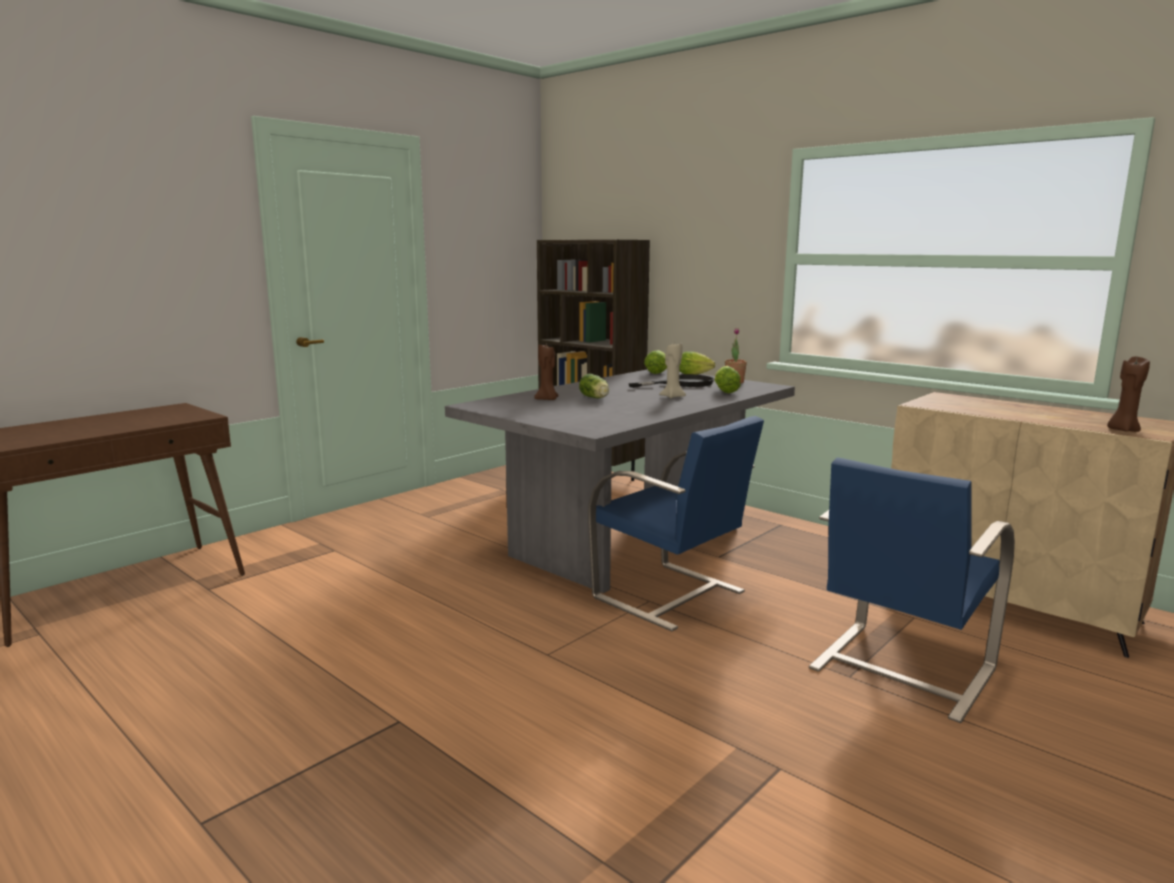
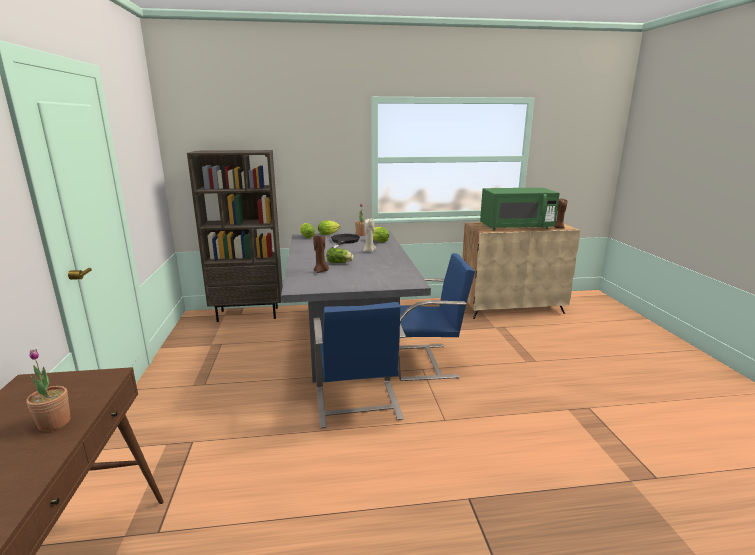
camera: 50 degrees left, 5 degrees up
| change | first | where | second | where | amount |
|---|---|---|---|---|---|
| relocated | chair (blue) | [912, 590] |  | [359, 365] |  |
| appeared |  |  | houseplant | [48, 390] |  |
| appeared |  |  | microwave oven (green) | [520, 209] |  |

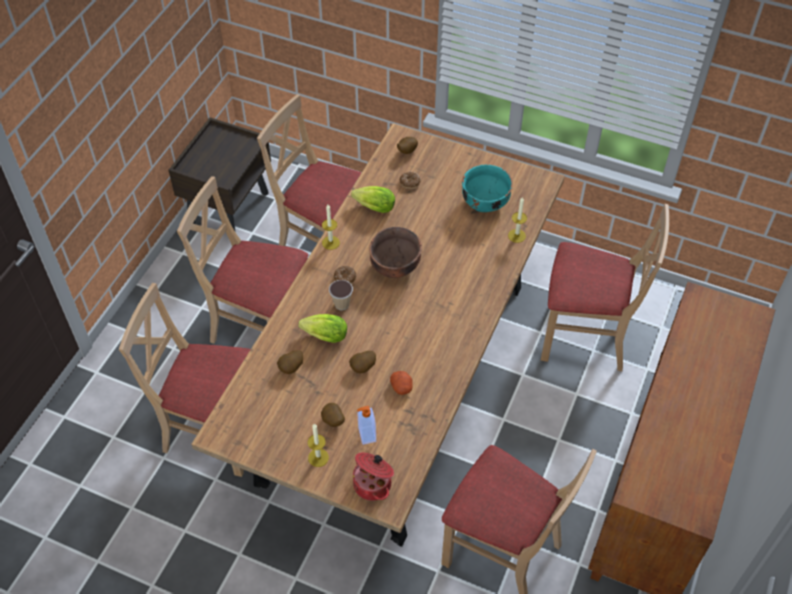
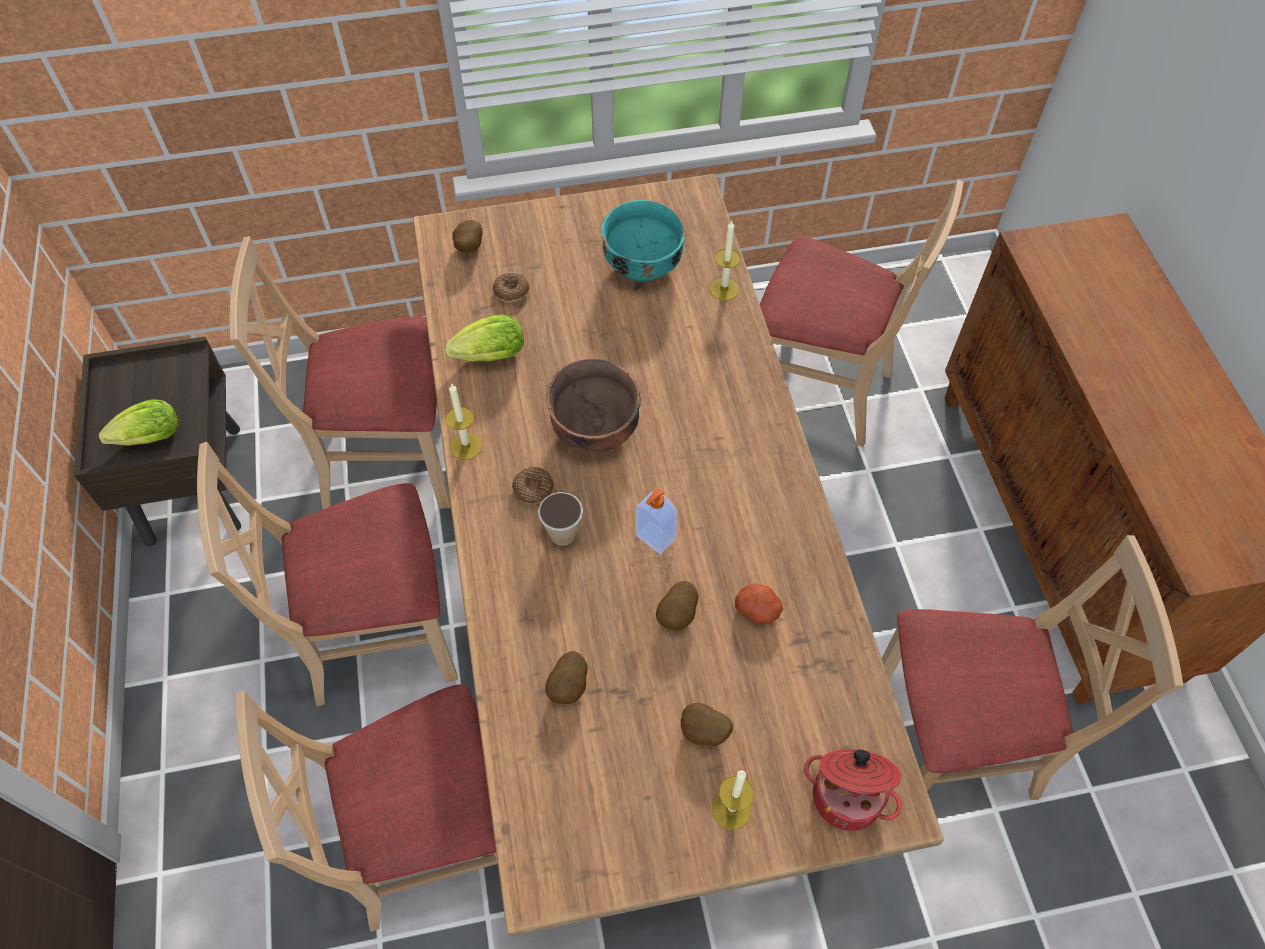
camera: 35 degrees left, 5 degrees up
| change | first | where | second | where | amount |
|---|---|---|---|---|---|
| relocated | lettuce head | [322, 328] |  | [139, 422] |  |
| relocated | soap dispenser | [366, 425] |  | [656, 520] |  |
| spun | chair (beige-coloured) | [605, 287] |  | [862, 313] | 45 degrees clockwise |

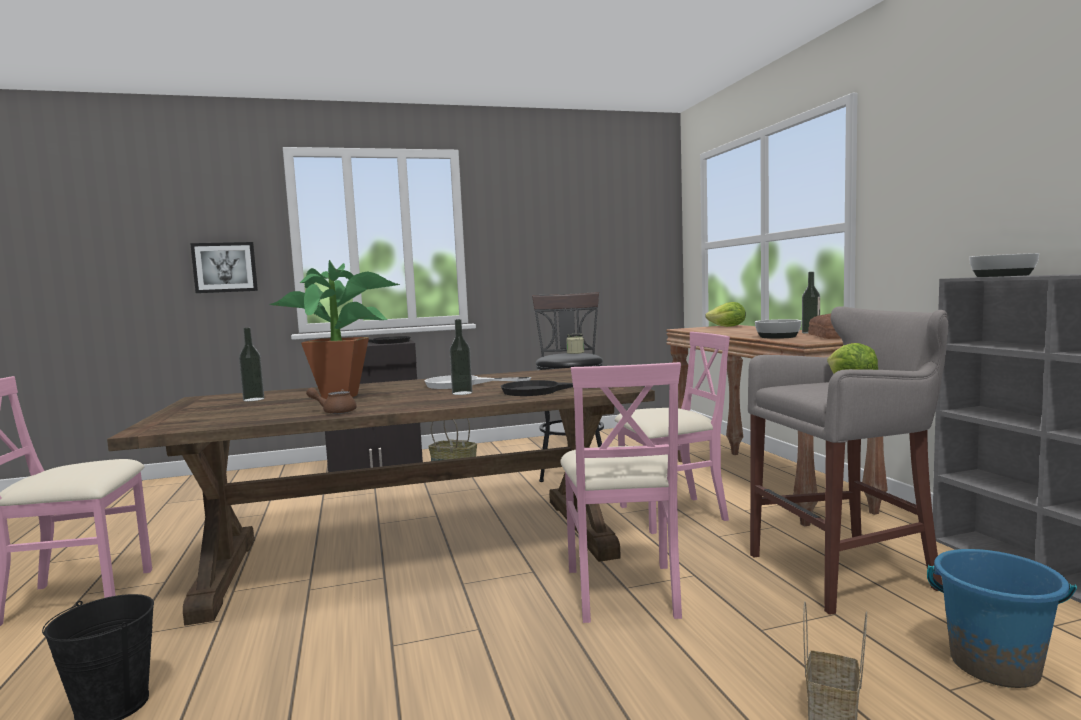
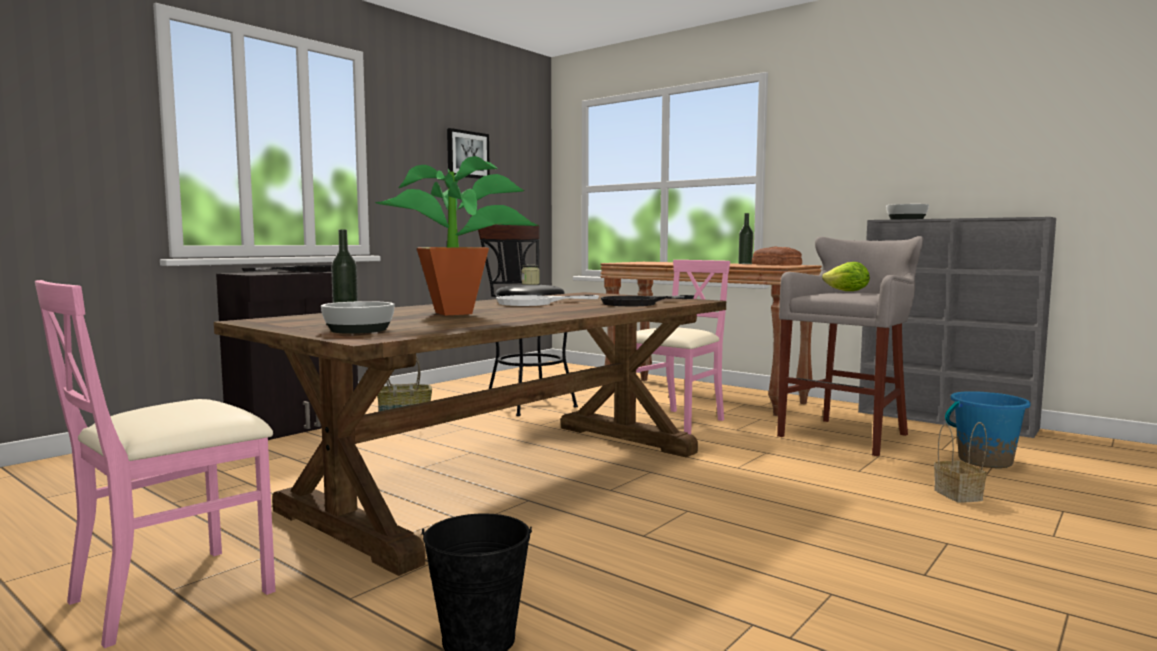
camera: 35 degrees left, 0 degrees up
| change | first | where | second | where | amount |
|---|---|---|---|---|---|
| relocated | picture | [224, 267] |  | [468, 153] |  |
| missing | pot for tea (brown) | [331, 401] |  |  |  |
| missing | bottle | [460, 357] |  |  |  |
| missing | chair (pinkish) | [621, 492] |  |  |  |
| missing | lettuce head | [725, 314] |  |  |  |
| relocated | bowl | [778, 329] |  | [358, 317] |  |

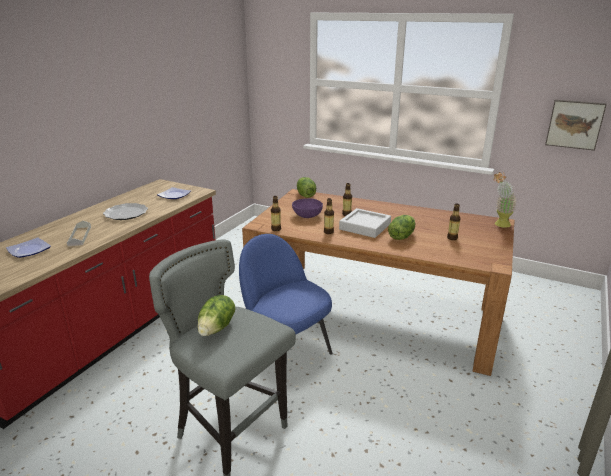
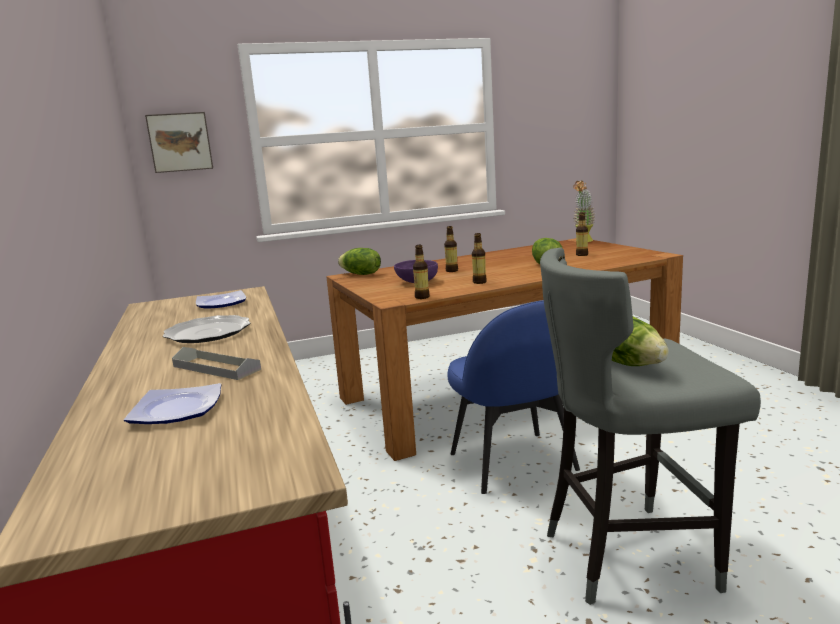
camera: 45 degrees left, 10 degrees down
| change | first | where | second | where | amount |
|---|---|---|---|---|---|
| spun | chair (blue) | [285, 302] |  | [513, 397] | 105 degrees counterclockwise |
| missing | tray (gray) | [365, 223] |  |  |  |
| relocated | picture | [576, 125] |  | [179, 142] |  |

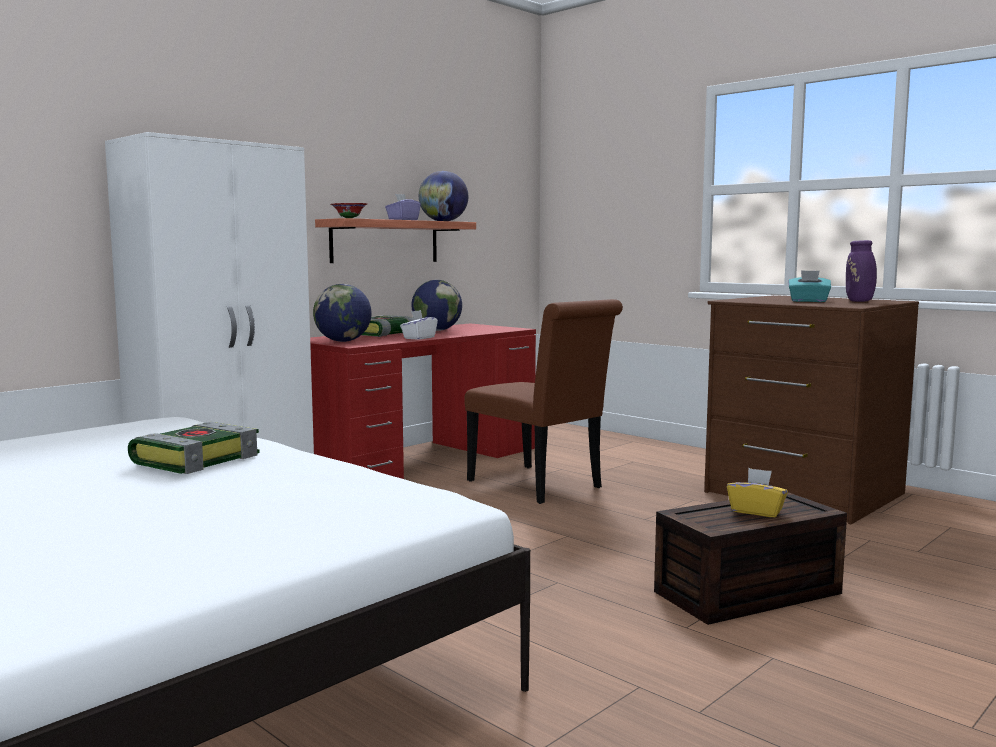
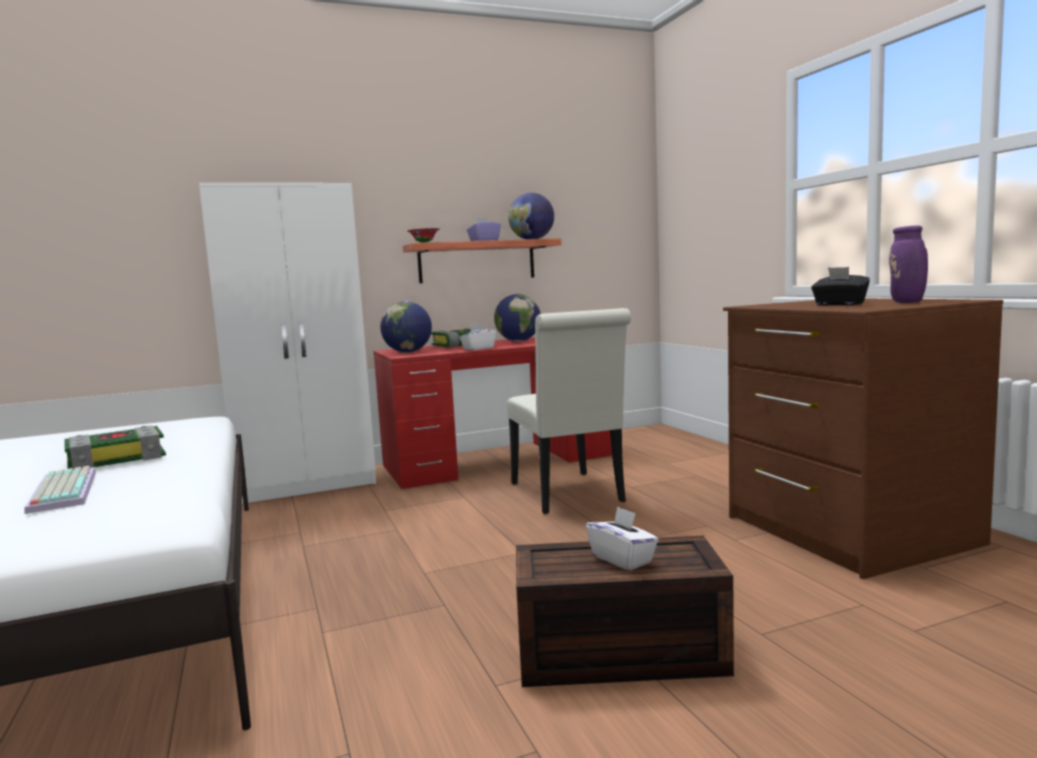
camera: 25 degrees right, 0 degrees up
| change | first | where | second | where | amount |
|---|---|---|---|---|---|
| colour | chair (brown) | [543, 401] | chair (white-coloured) | [569, 411] |  |
| colour | tissue box (yellowish) | [757, 493] | tissue box (white-coloured) | [622, 538] |  |
| colour | tissue box (turquoise) | [809, 286] | tissue box (black) | [840, 286] |  |
| appeared |  |  | computer keyboard | [60, 490] |  |

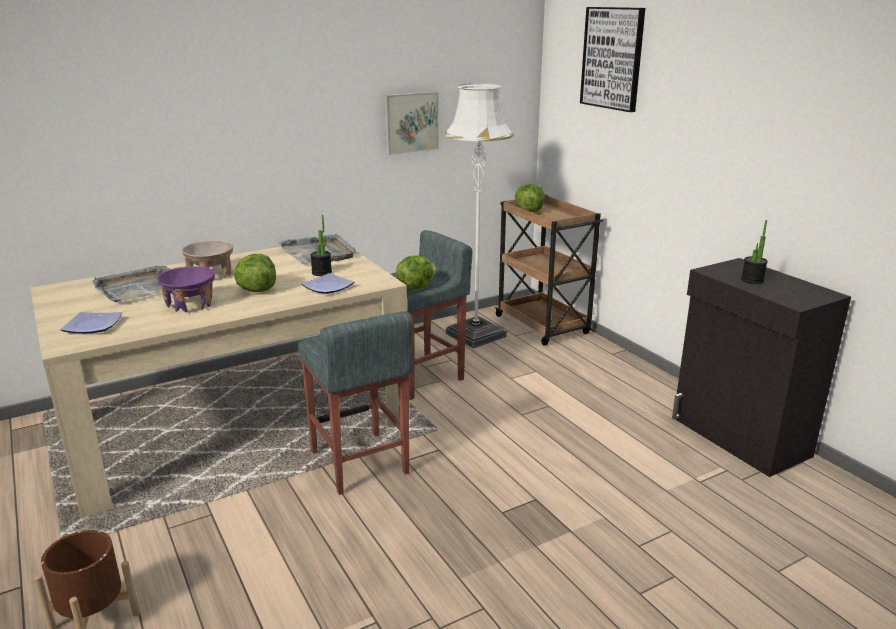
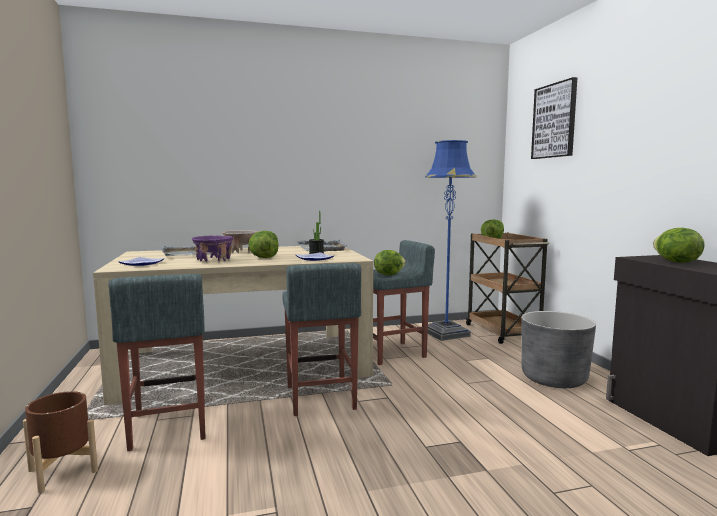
camera: 15 degrees right, 15 degrees down
| change | first | where | second | where | amount |
|---|---|---|---|---|---|
| missing | picture | [411, 123] |  |  |  |
| colour | standing lamp (white-coloured) | [479, 216] | standing lamp (blue) | [450, 240] |  |
| exchanged | houseplant | [754, 252] | lettuce head | [678, 245] |  |
| appeared |  |  | stool seat (gray) | [156, 362] |  |
| appeared |  |  | planter (gray) | [558, 349] |  |

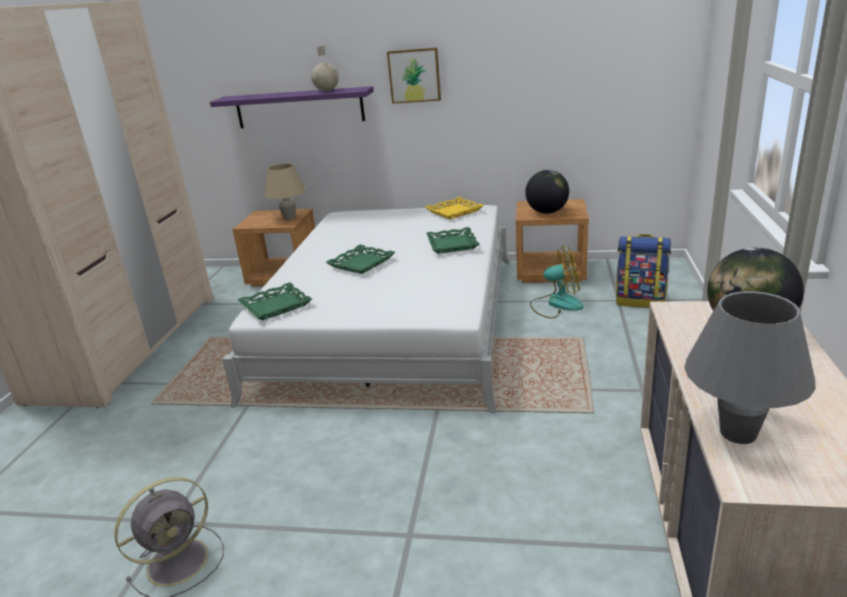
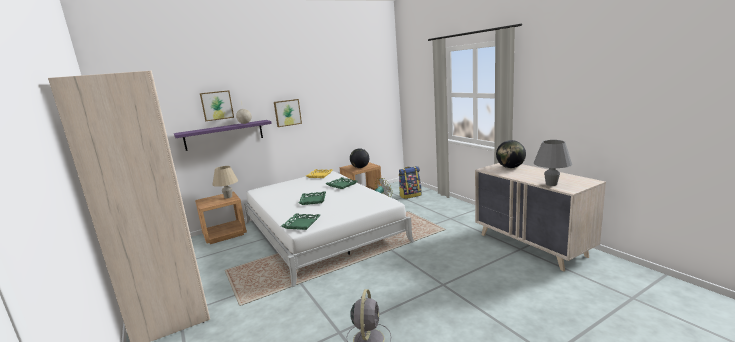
camera: 40 degrees left, 10 degrees down
| change | first | where | second | where | amount |
|---|---|---|---|---|---|
| appeared |  |  | picture | [217, 105] |  |

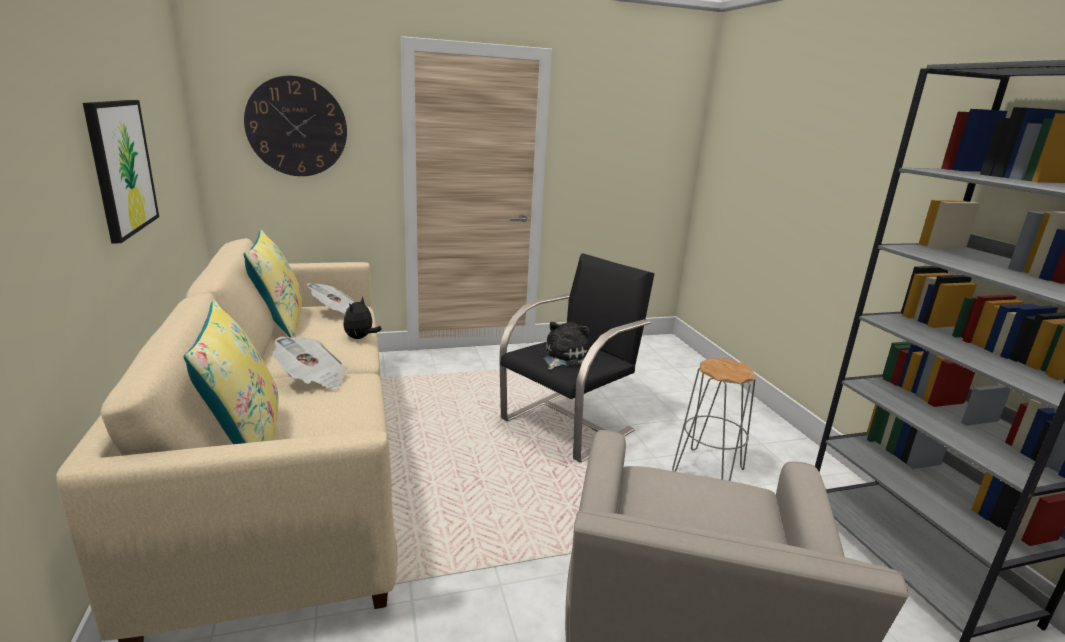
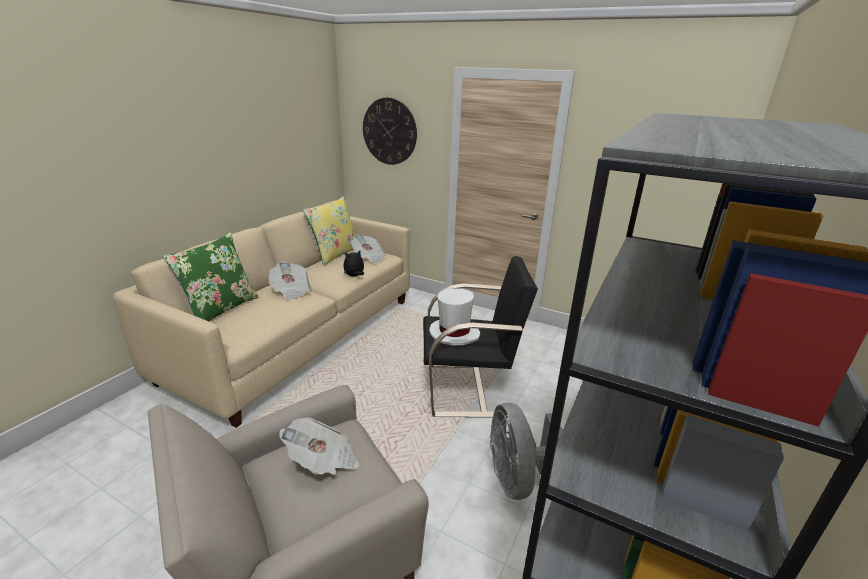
camera: 45 degrees right, 5 degrees up
| change | first | where | second | where | amount |
|---|---|---|---|---|---|
| missing | picture | [121, 171] |  |  |  |
| colour | pillow (yellowish) | [231, 372] | pillow (green) | [210, 277] |  |
| exchanged | plush toy | [565, 346] | clothing hat (white-coloured) | [454, 316] |  |
| exchanged | stool seat (gray) | [713, 419] | fan (gray) | [526, 451] |  |
| appeared |  |  | daily paper | [319, 446] |  |

